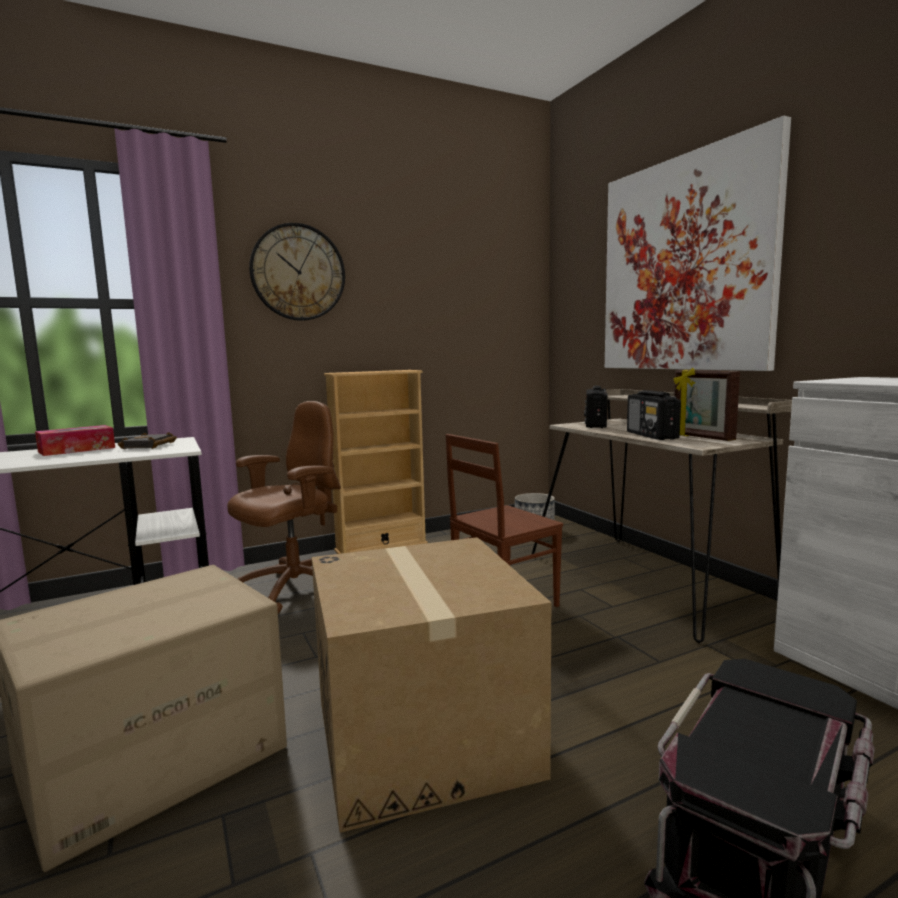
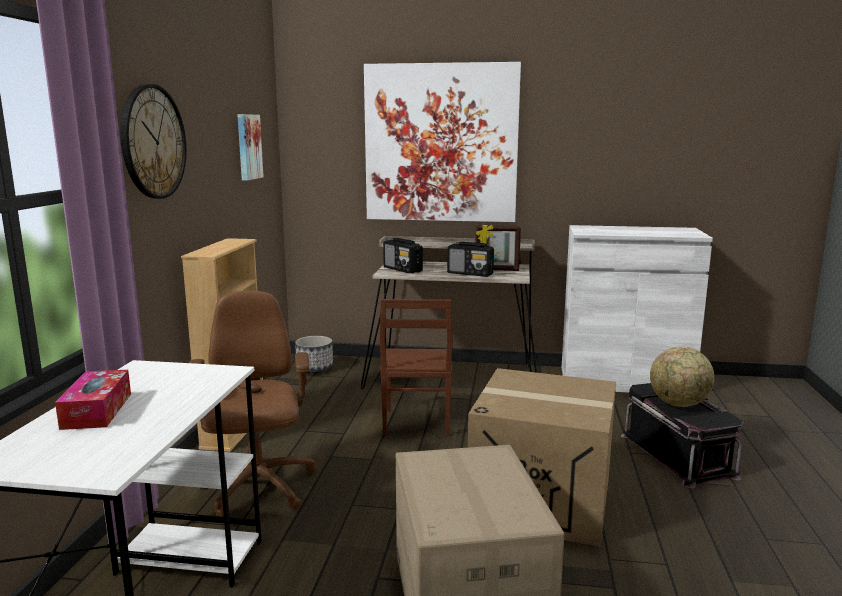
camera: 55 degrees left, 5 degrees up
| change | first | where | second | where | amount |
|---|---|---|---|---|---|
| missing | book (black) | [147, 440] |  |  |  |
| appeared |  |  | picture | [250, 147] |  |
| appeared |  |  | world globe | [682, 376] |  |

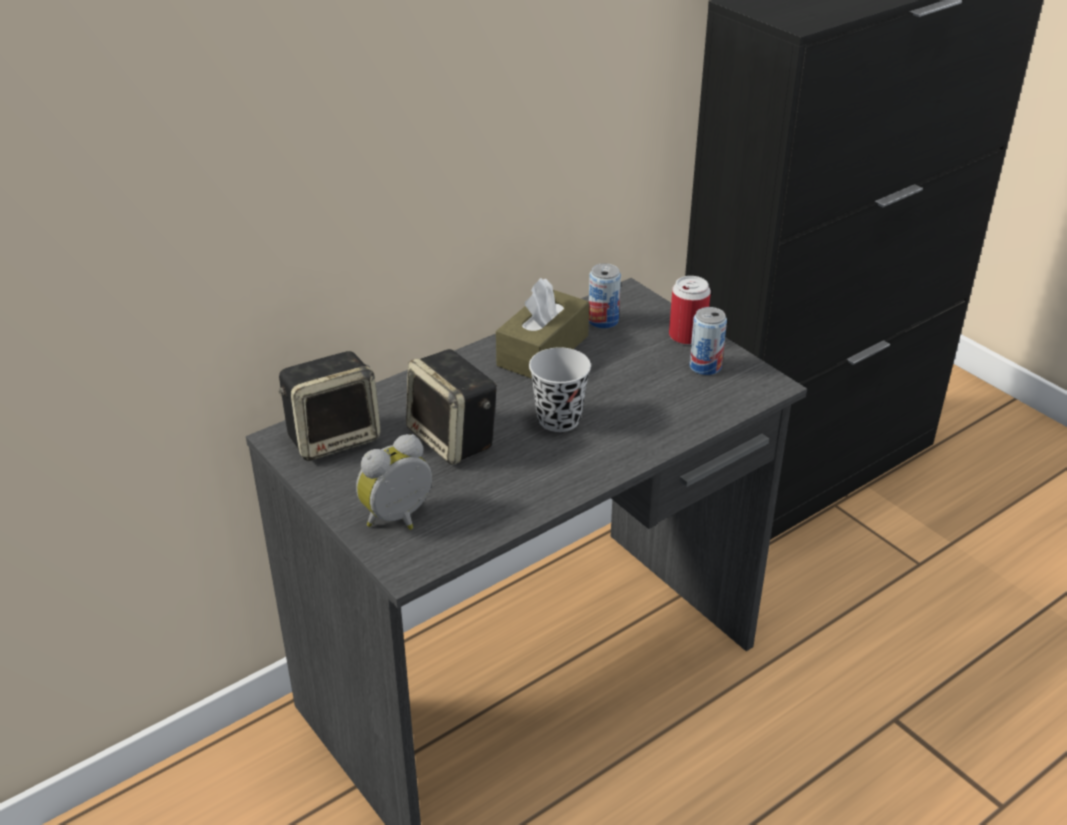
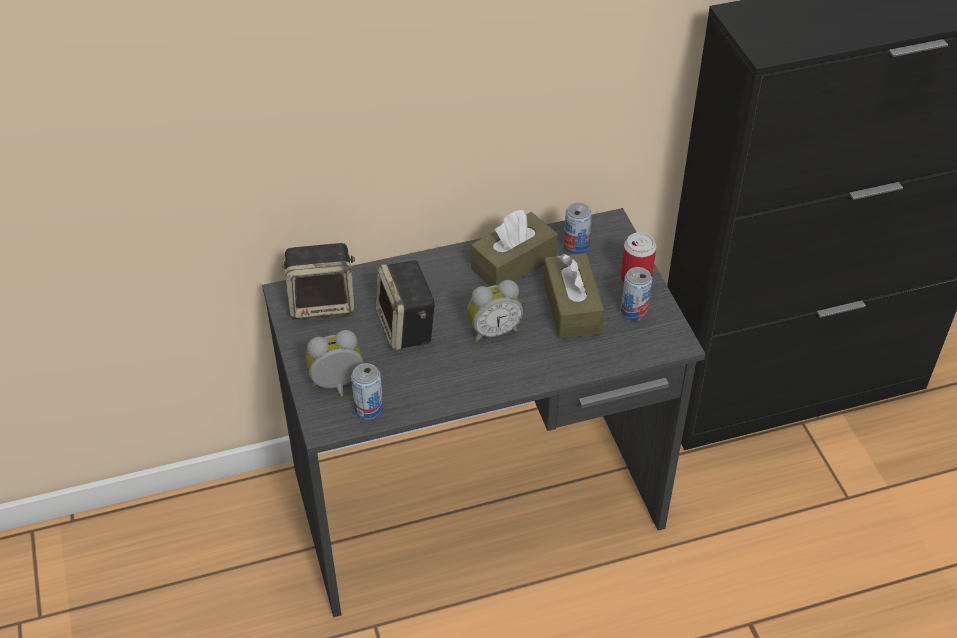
camera: 20 degrees right, 10 degrees up
| change | first | where | second | where | amount |
|---|---|---|---|---|---|
| exchanged | small cup (black) | [560, 389] | alarm clock | [495, 311] |  |
| appeared |  |  | metal can | [367, 391] |  |
| appeared |  |  | tissue box (brown) | [573, 296] |  |

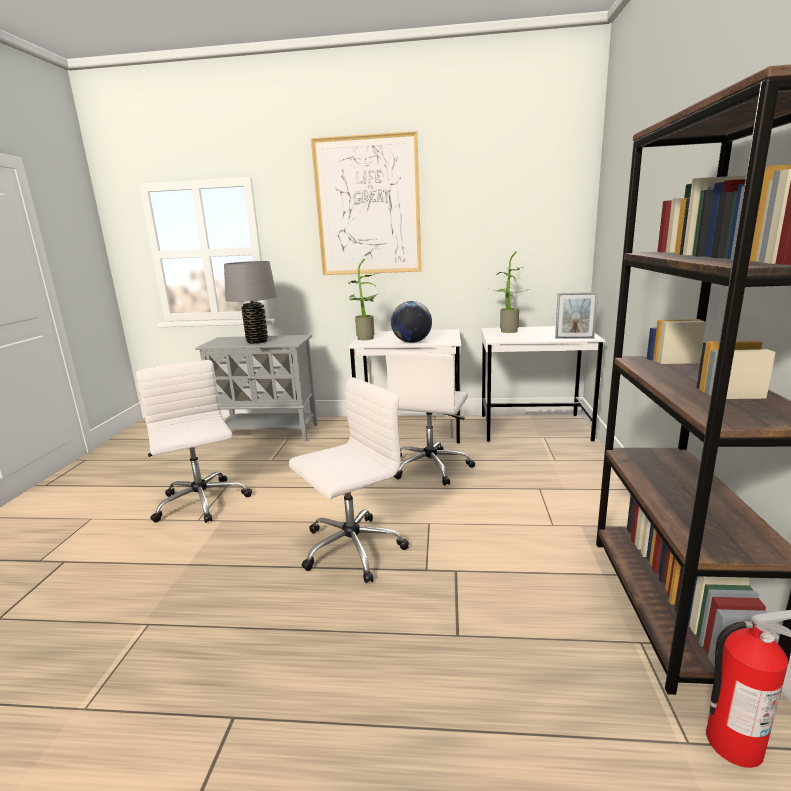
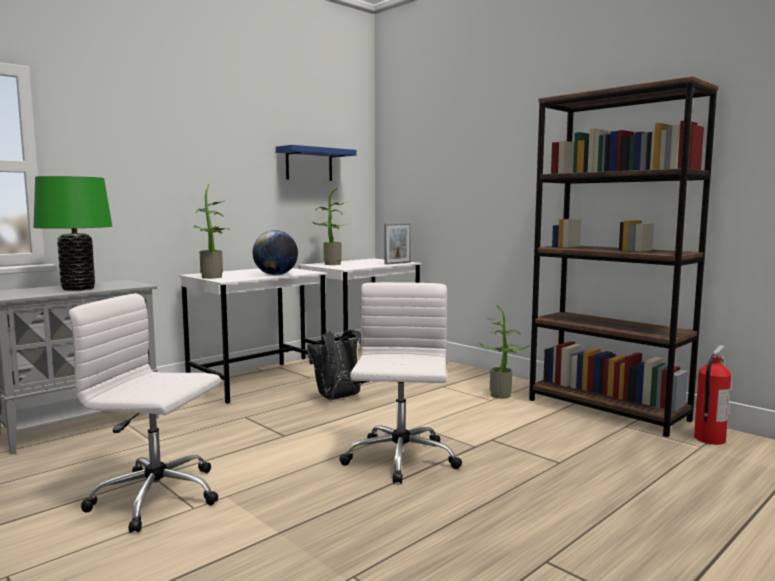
camera: 50 degrees left, 10 degrees down
| change | first | where | second | where | amount |
|---|---|---|---|---|---|
| colour | tabletop lamp (gray) | [250, 302] | tabletop lamp (green) | [72, 233] |  |
| missing | picture | [366, 203] |  |  |  |
| exchanged | office chair (white-coloured) | [430, 418] | backpack (black) | [335, 365] |  |
| appeared |  |  | wall shelf (blue) | [316, 163] |  |
| appeared |  |  | houseplant | [504, 352] |  |

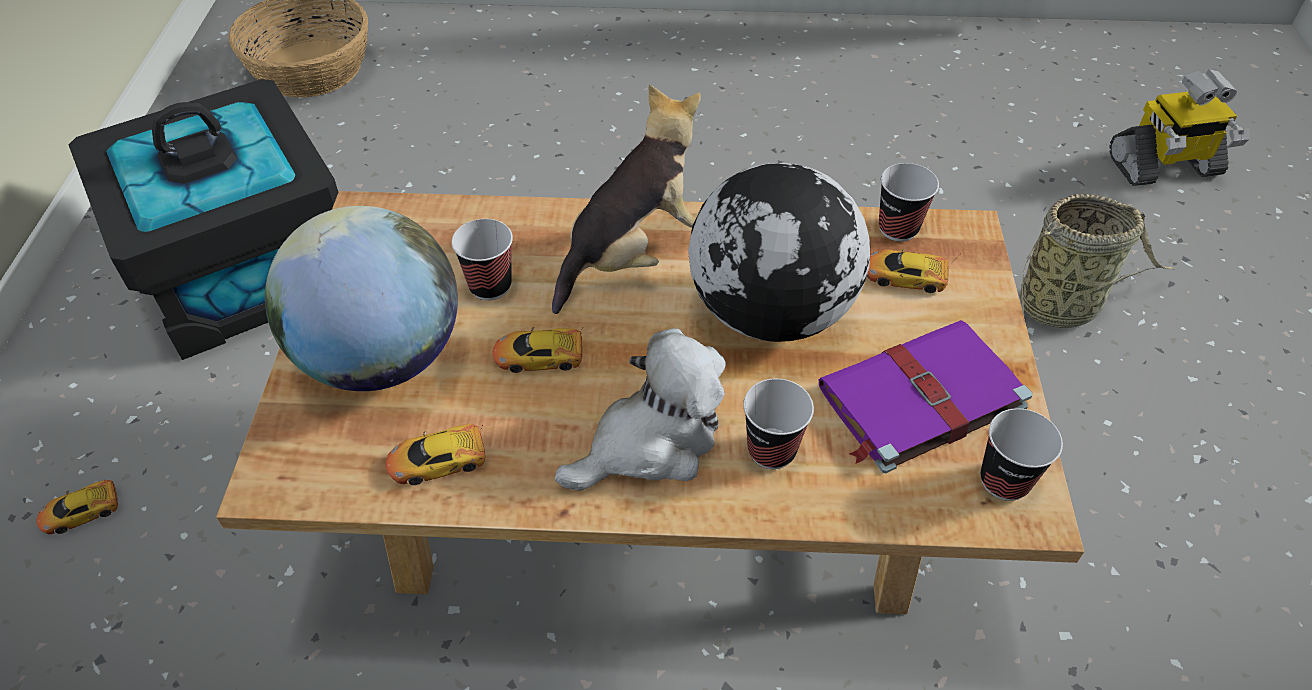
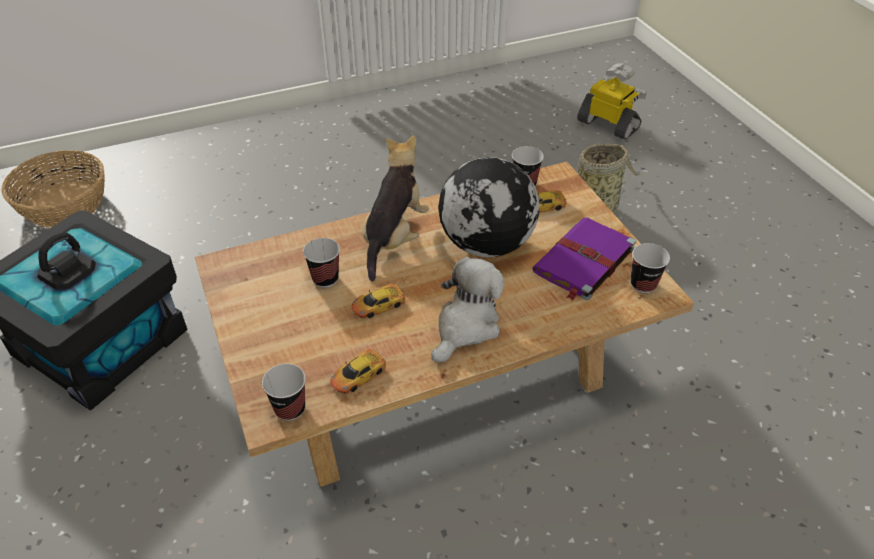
camera: 25 degrees left, 5 degrees down
| change | first | where | second | where | amount |
|---|---|---|---|---|---|
| missing | toy car | [77, 507] |  |  |  |
| missing | world globe | [361, 298] |  |  |  |
| relocated | small cup | [778, 424] |  | [284, 392] |  |
| spun | toy robot | [1179, 127] |  | [612, 101] | 105 degrees counterclockwise |

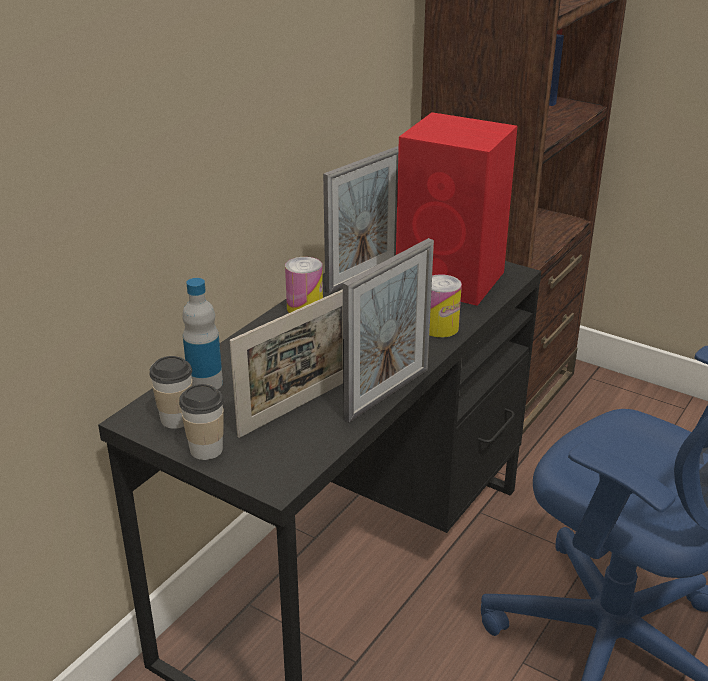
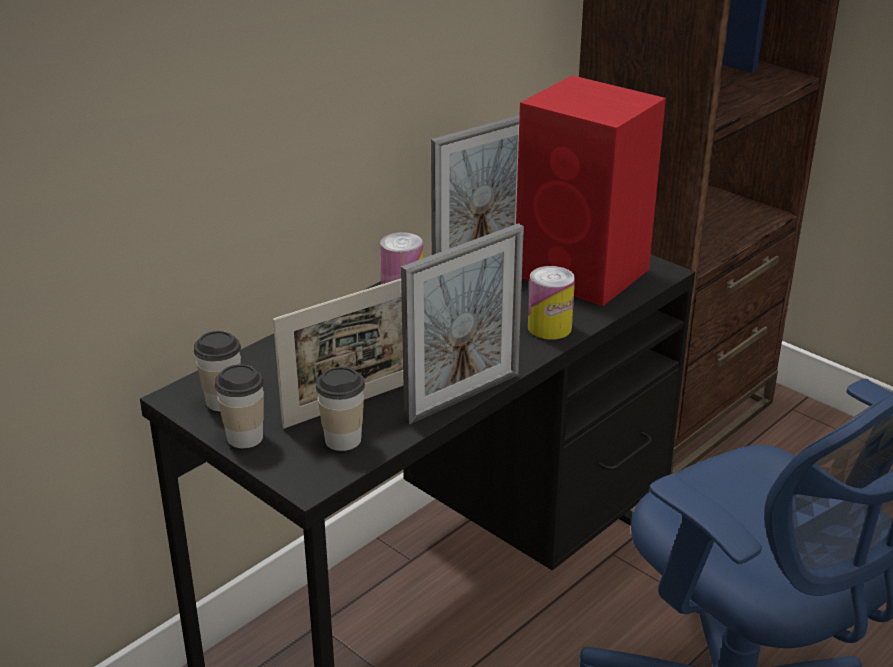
camera: 10 degrees right, 0 degrees up
| change | first | where | second | where | amount |
|---|---|---|---|---|---|
| missing | bottle | [202, 334] |  |  |  |
| appeared |  |  | small cup | [340, 409] |  |

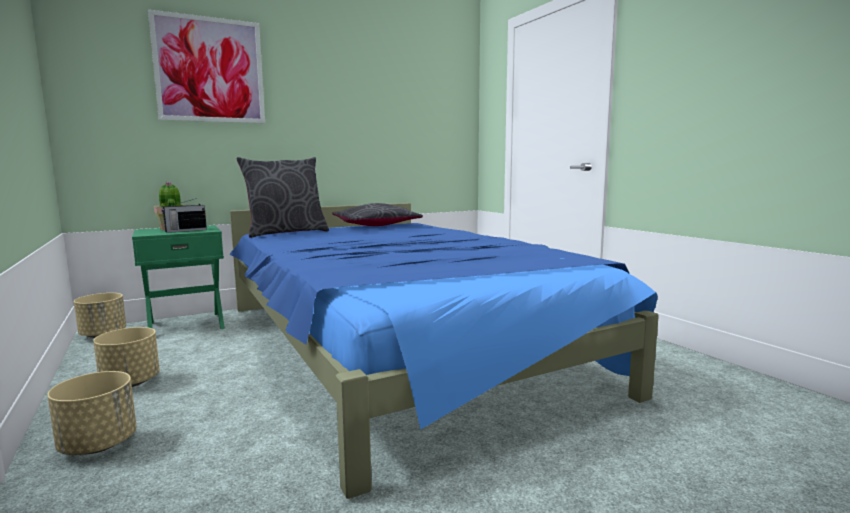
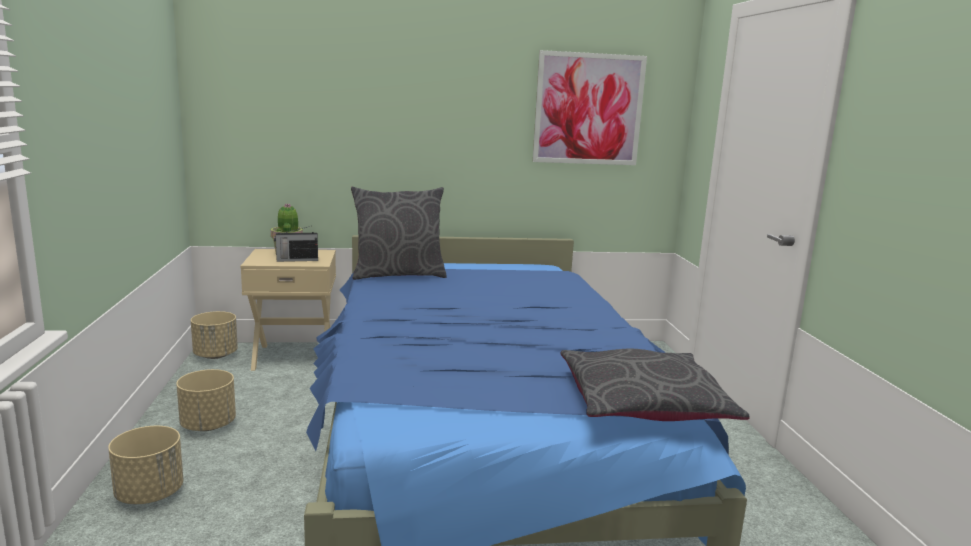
camera: 20 degrees right, 5 degrees up
| change | first | where | second | where | amount |
|---|---|---|---|---|---|
| colour | nightstand (green) | [178, 277] | nightstand (beige-coloured) | [288, 310] |  |
| relocated | picture | [206, 66] |  | [590, 107] |  |
| relocated | pillow (gray) | [377, 214] |  | [655, 385] |  |

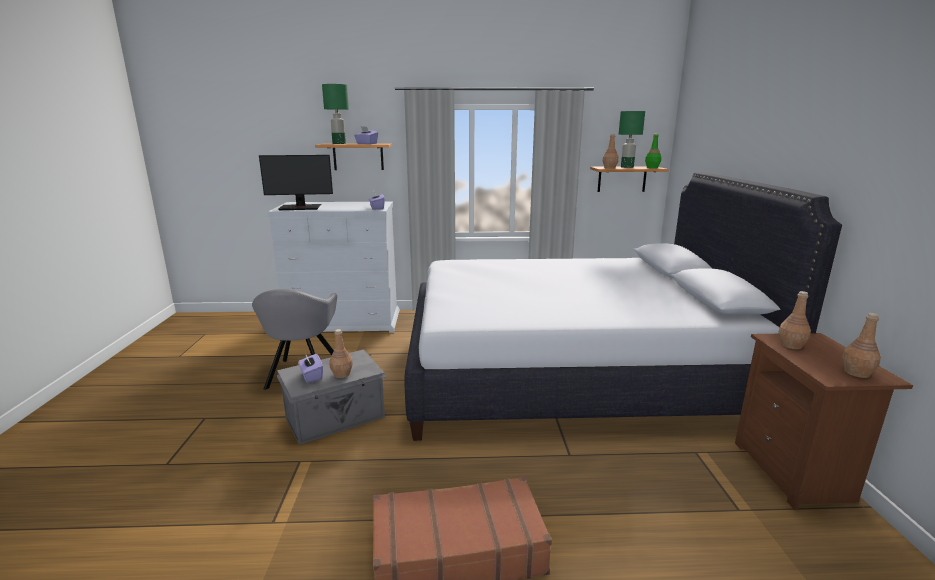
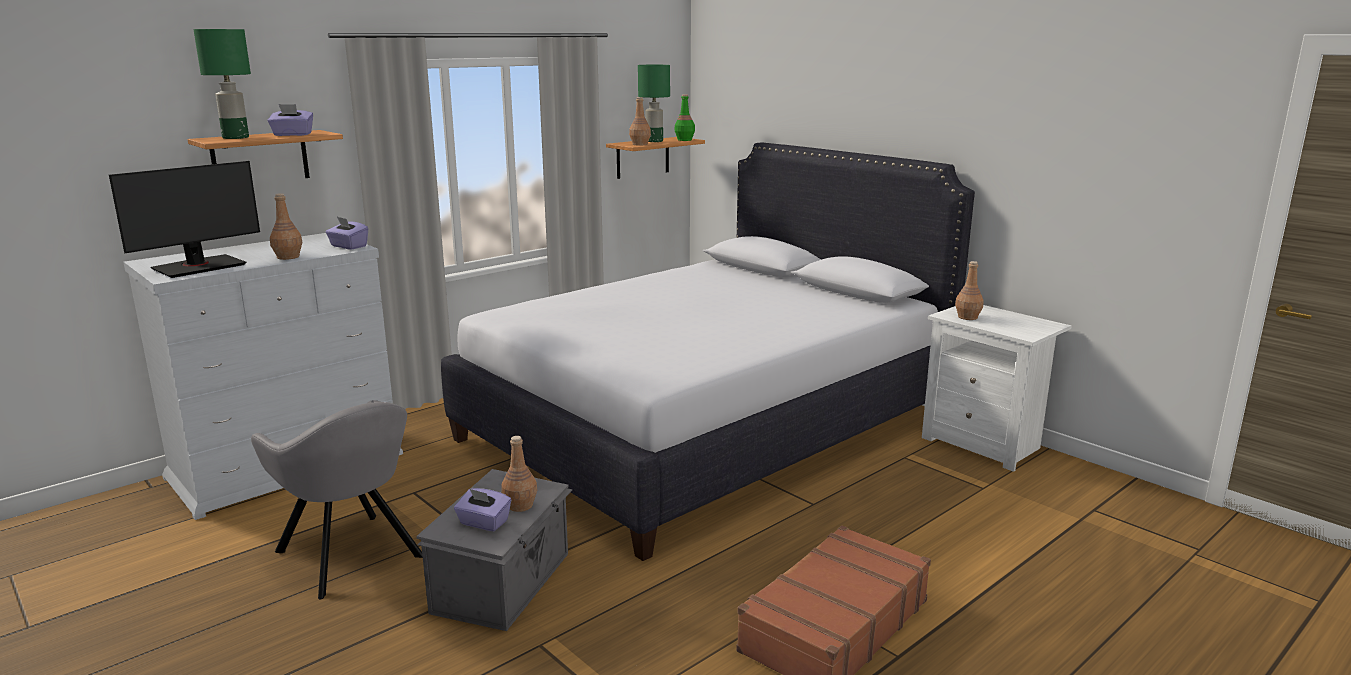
camera: 40 degrees left, 0 degrees up
| change | first | where | second | where | amount |
|---|---|---|---|---|---|
| colour | nightstand (brown) | [824, 421] | nightstand (white-coloured) | [997, 388] |  |
| relocated | bottle (brown) | [861, 345] |  | [286, 226] |  |

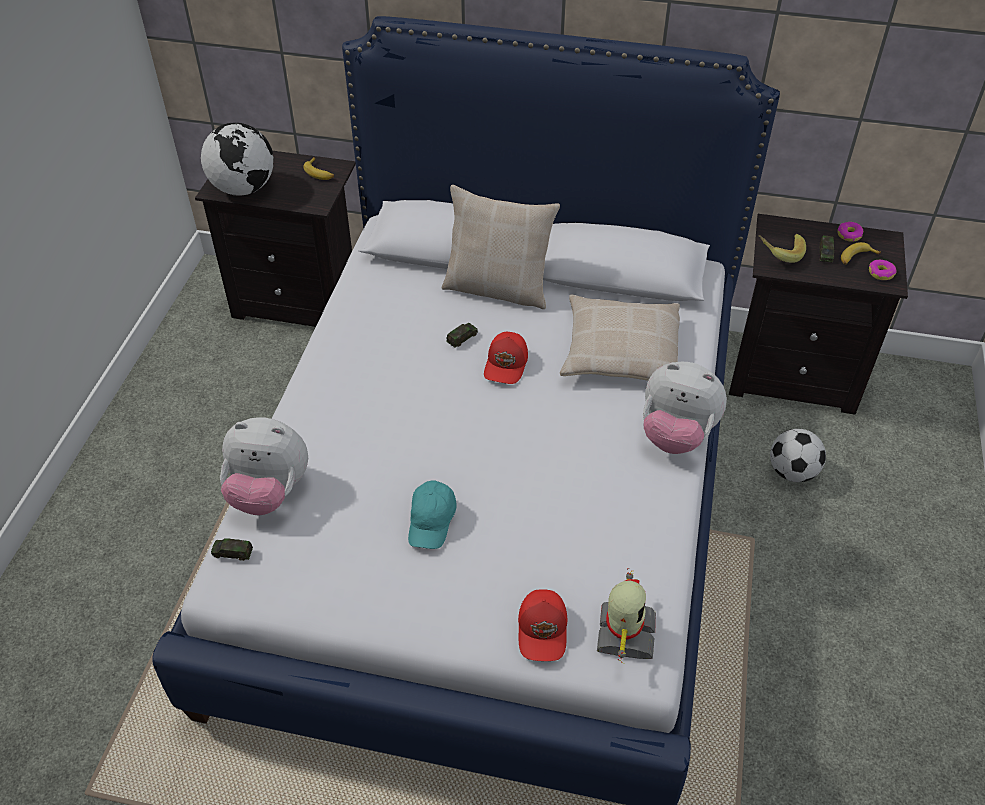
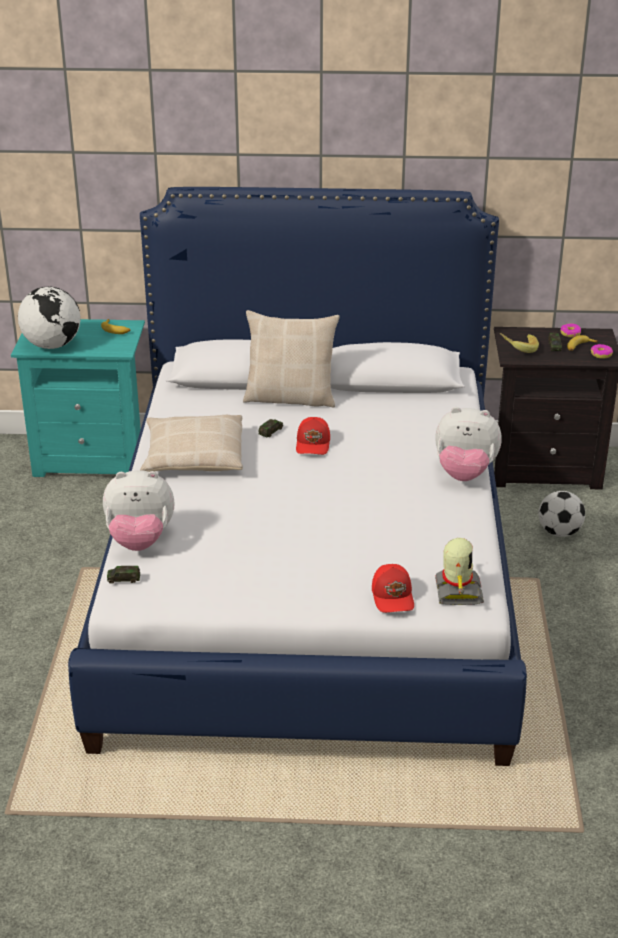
camera: 10 degrees left, 15 degrees down
| change | first | where | second | where | amount |
|---|---|---|---|---|---|
| colour | nightstand (black) | [275, 239] | nightstand (turquoise) | [78, 398] |  |
| missing | baseball cap (turquoise) | [432, 514] |  |  |  |
| relocated | pillow (beige-coloured) | [620, 338] |  | [191, 443] |  |

